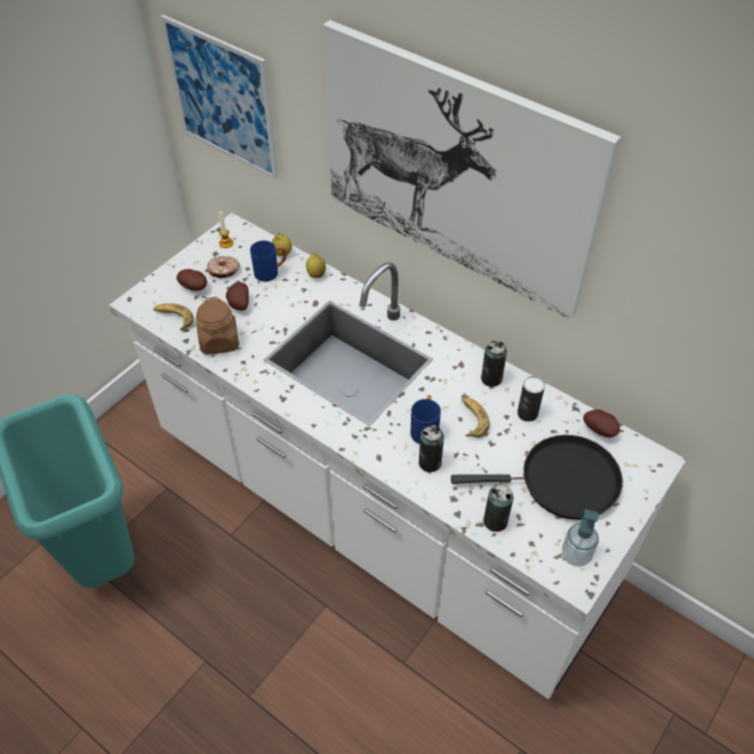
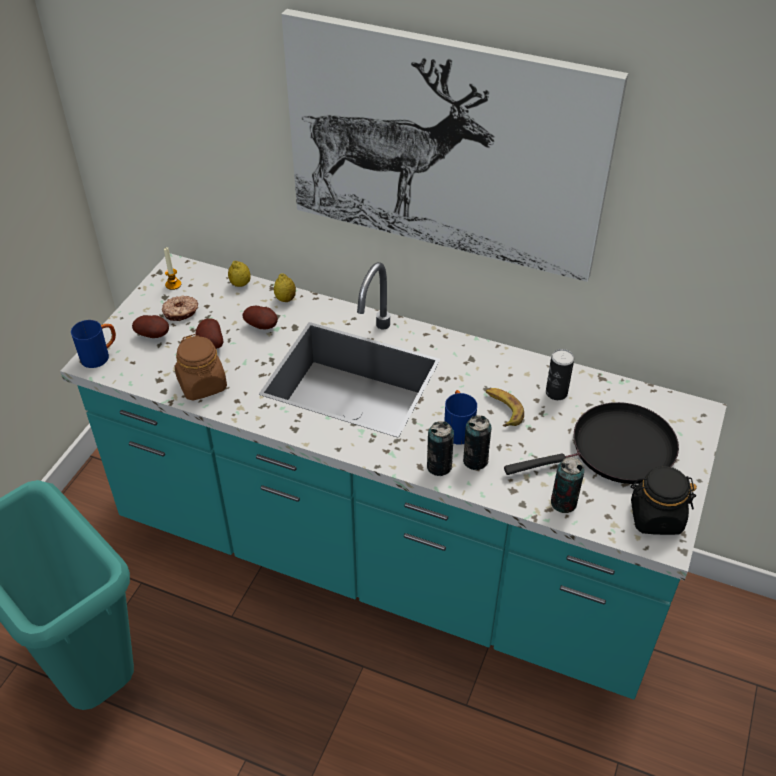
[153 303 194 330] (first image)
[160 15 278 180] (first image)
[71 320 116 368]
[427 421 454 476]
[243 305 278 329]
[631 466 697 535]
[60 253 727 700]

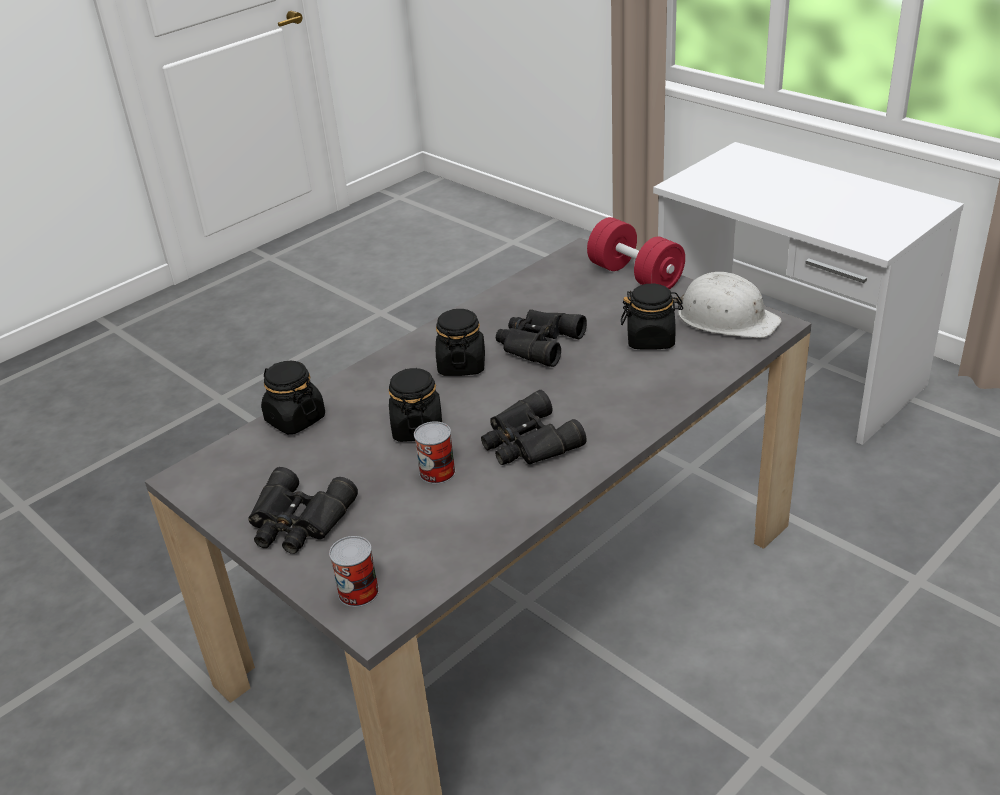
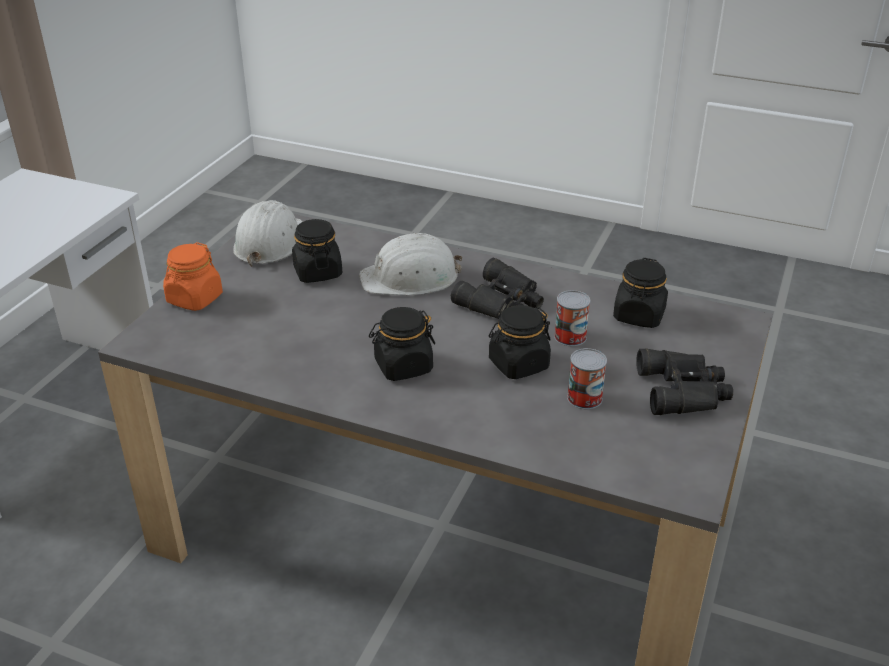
[496 309 587 367] (first image)
[359 233 462 296]
[613 258 668 328]
[567 348 607 409]
[163 242 223 311]

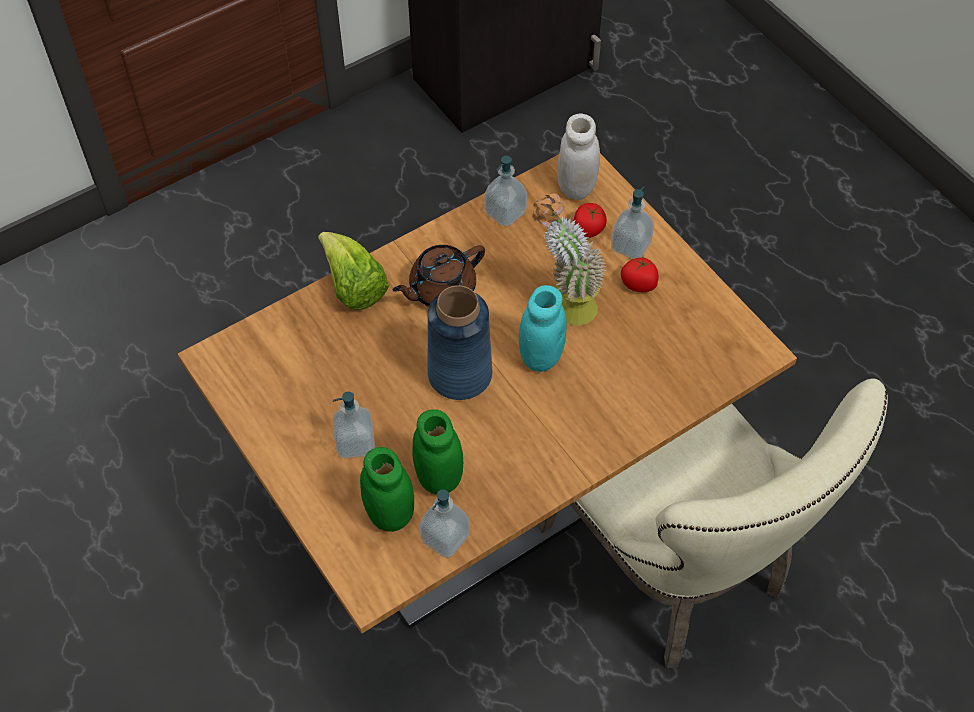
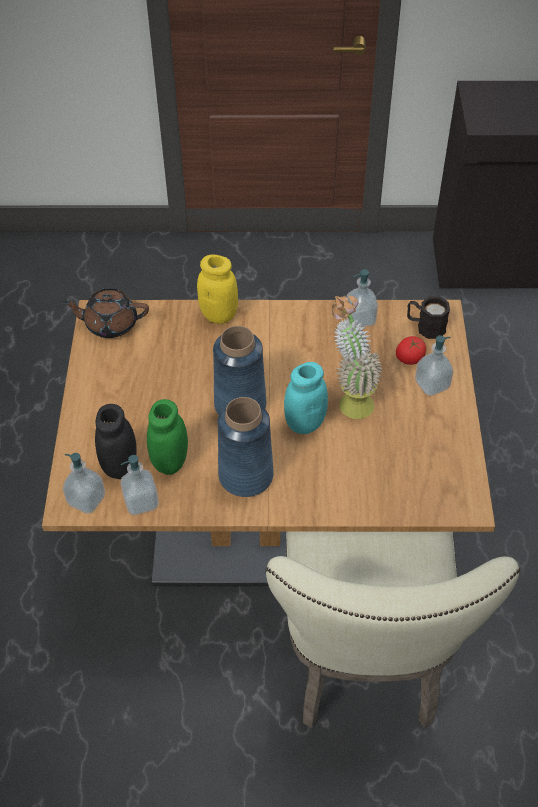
[621 257 659 292] (first image)
[217 397 274 497]
[63 453 105 514]
[62 288 149 338]
[197 255 238 324]
[407 297 450 339]
[95 404 136 479]

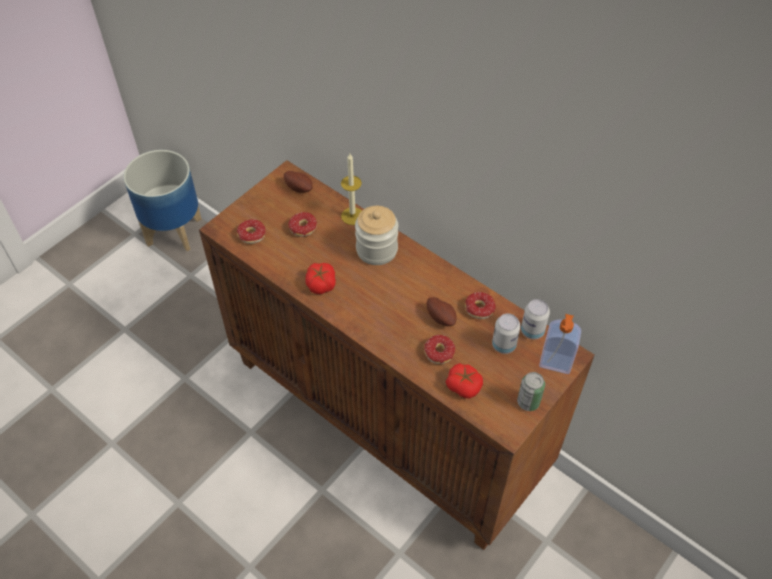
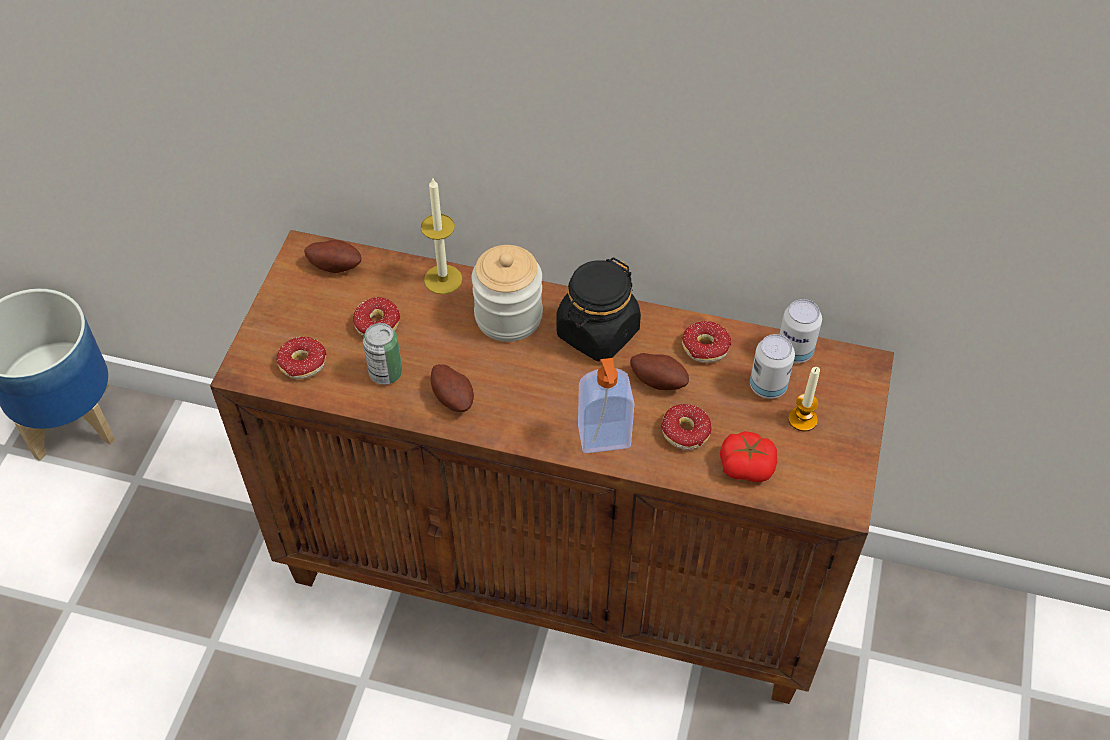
[556 258 641 362]
[788 367 820 432]
[363 323 402 385]
[578 358 634 453]
[431 364 474 412]

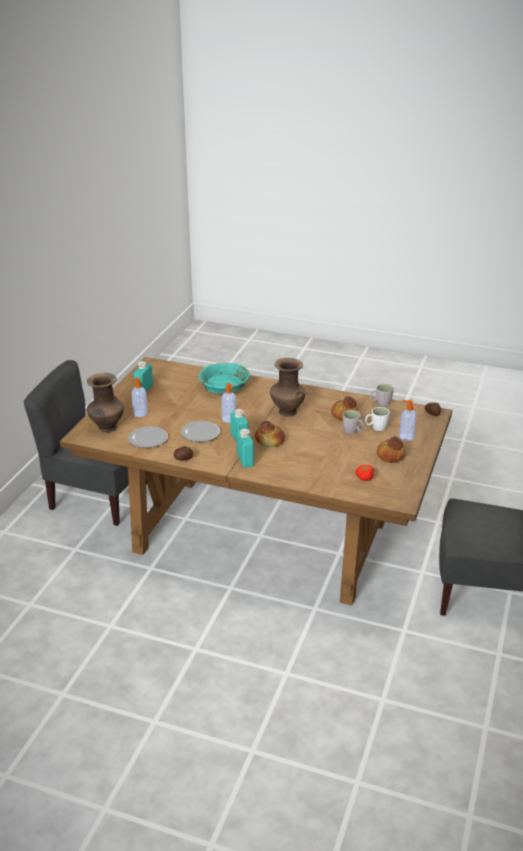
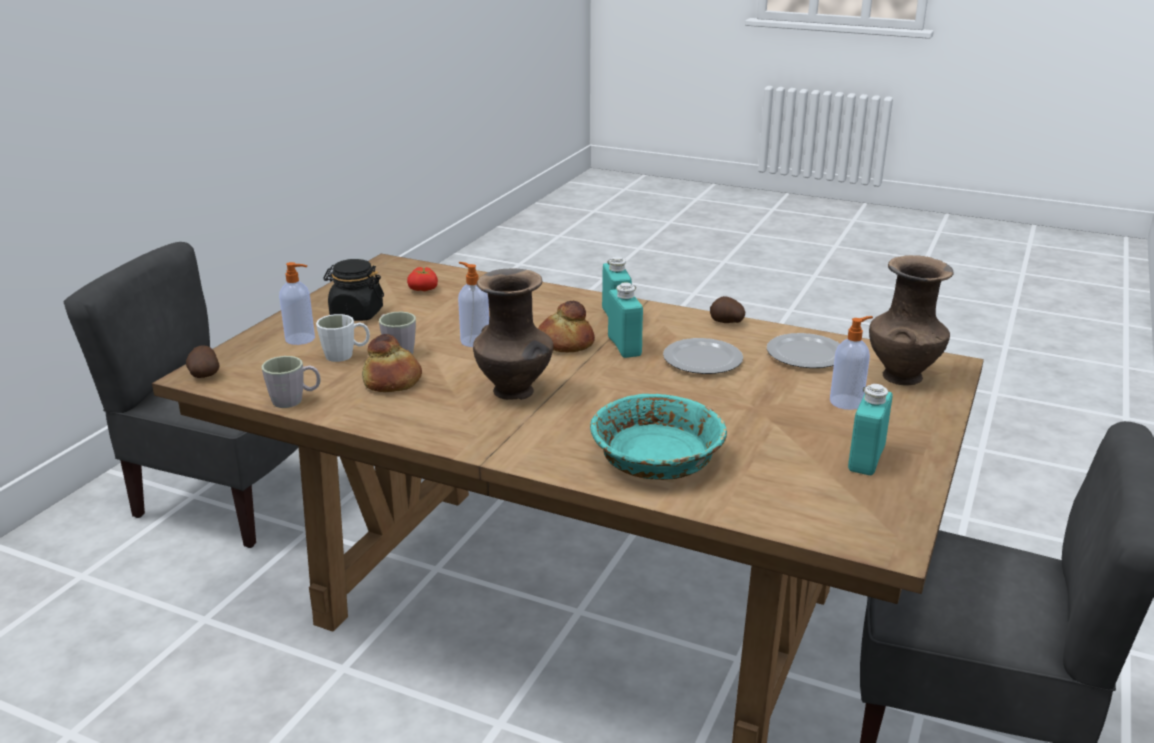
[458 262 489 347]
[323 259 384 321]

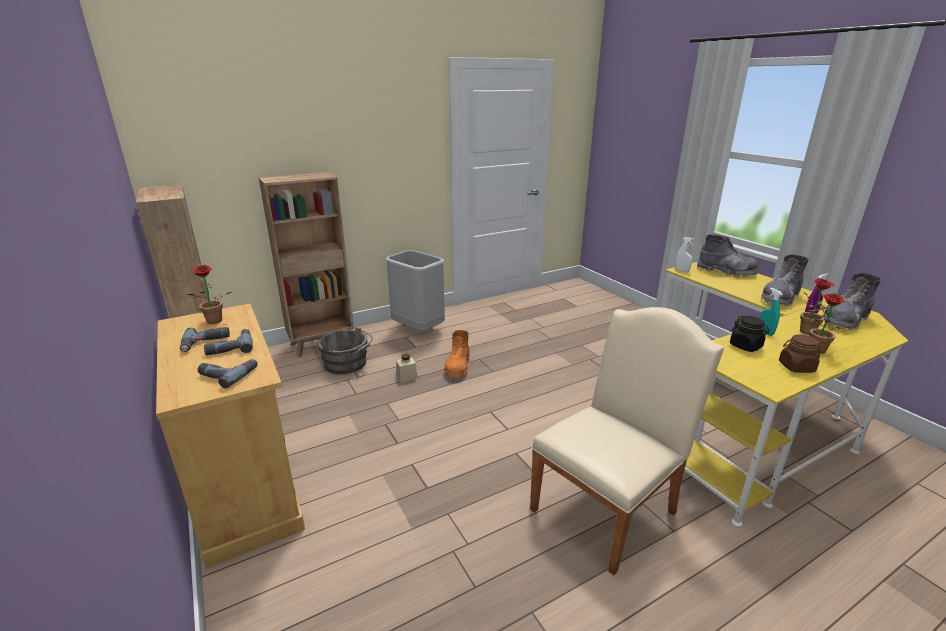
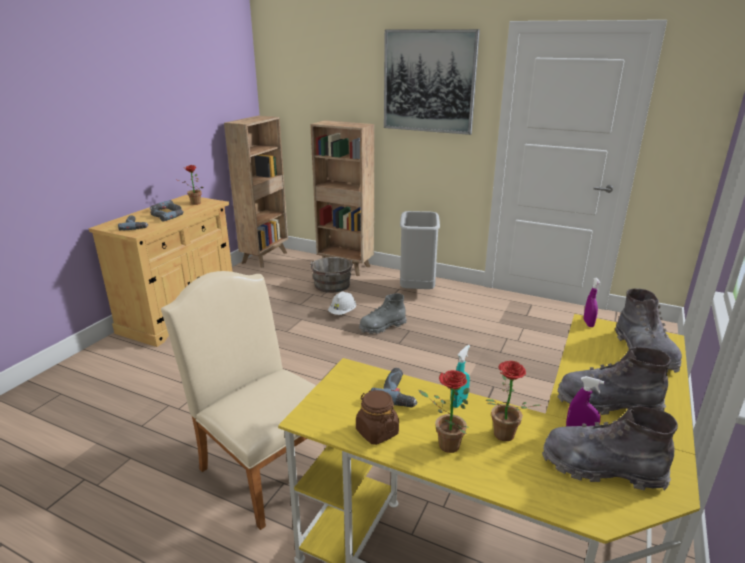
[384 29 480 135]
[328 291 356 315]
[371 368 418 408]
[359 293 407 334]
[583 278 601 327]
[161 271 316 530]

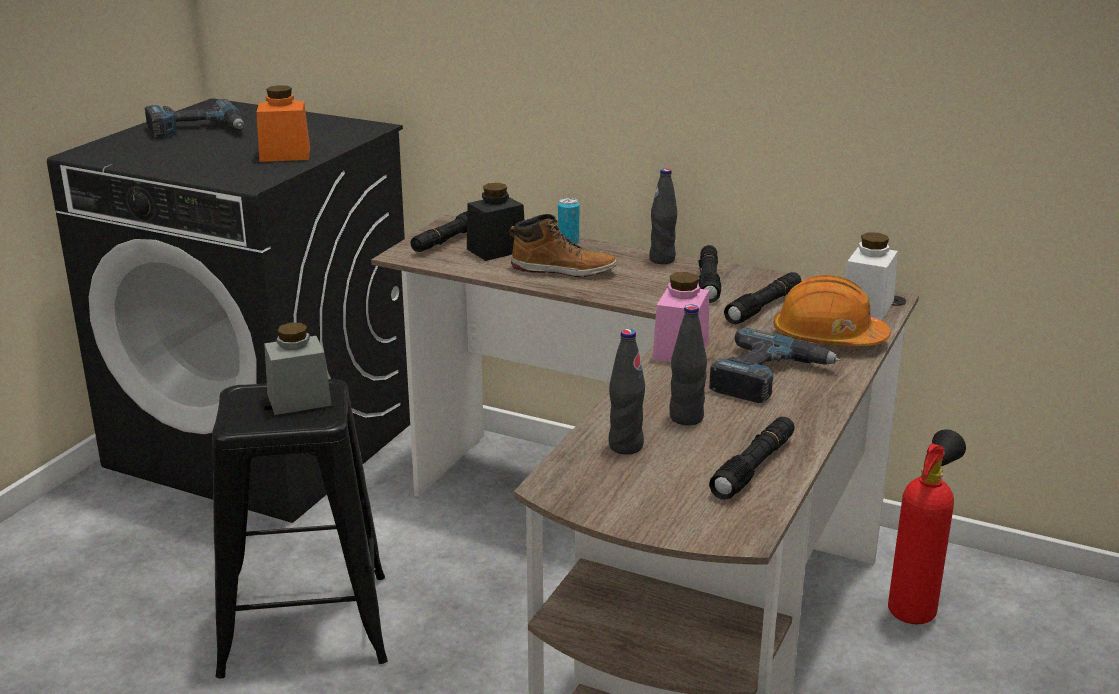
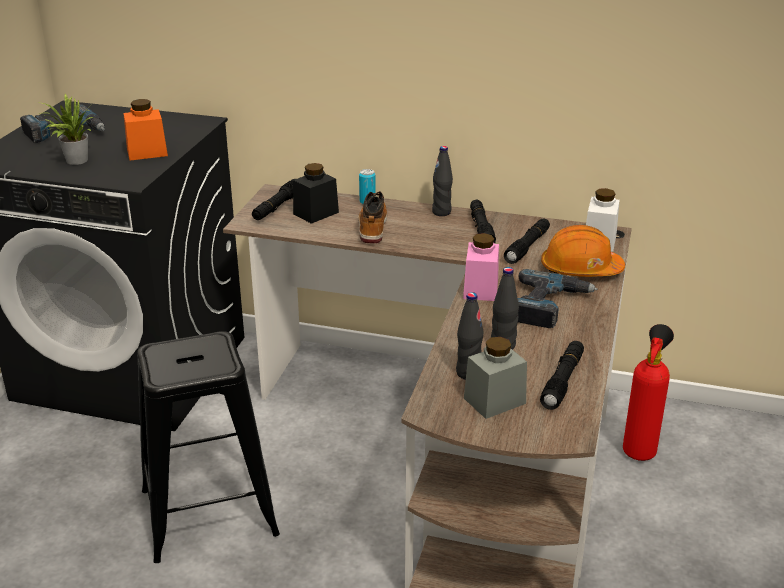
[39 94 94 165]
[464 337 527 419]
[358 191 387 244]

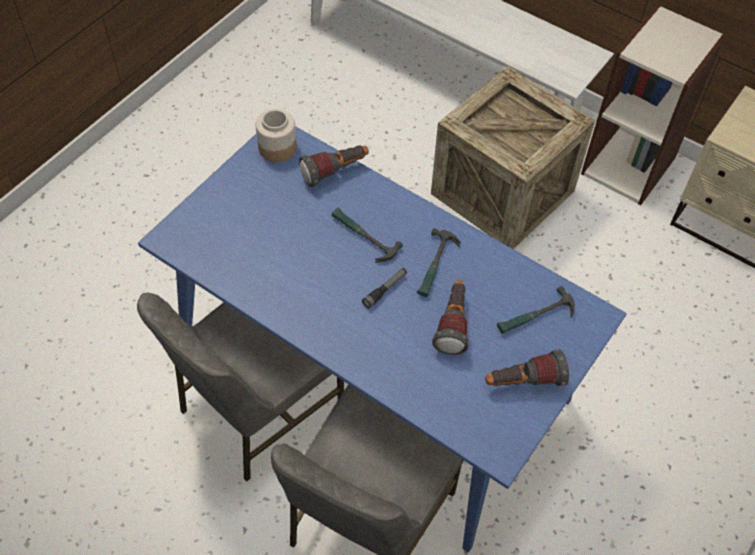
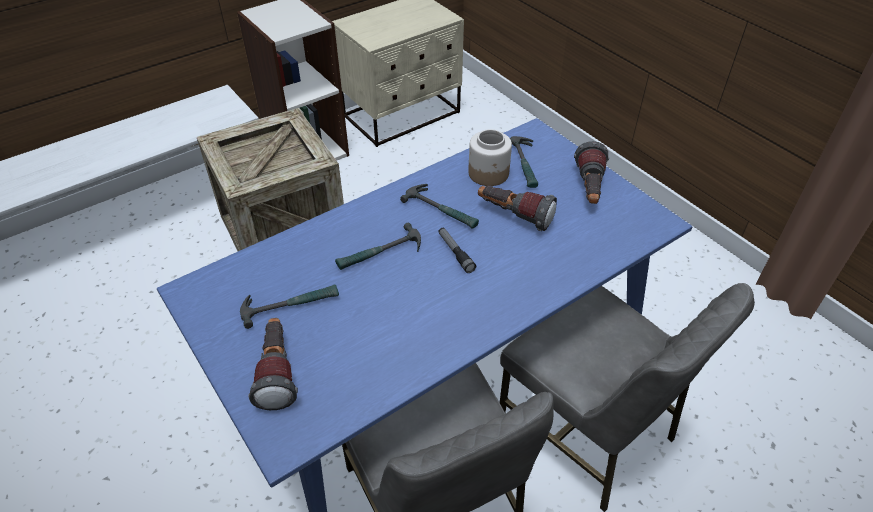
[240 284 339 329]
[468 129 512 186]
[248 318 298 410]

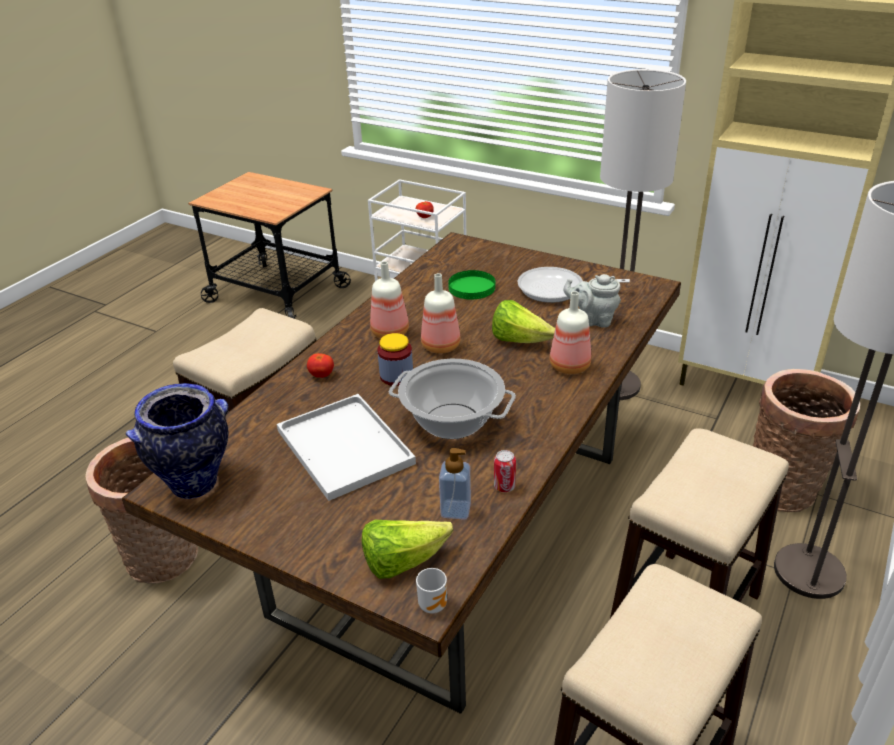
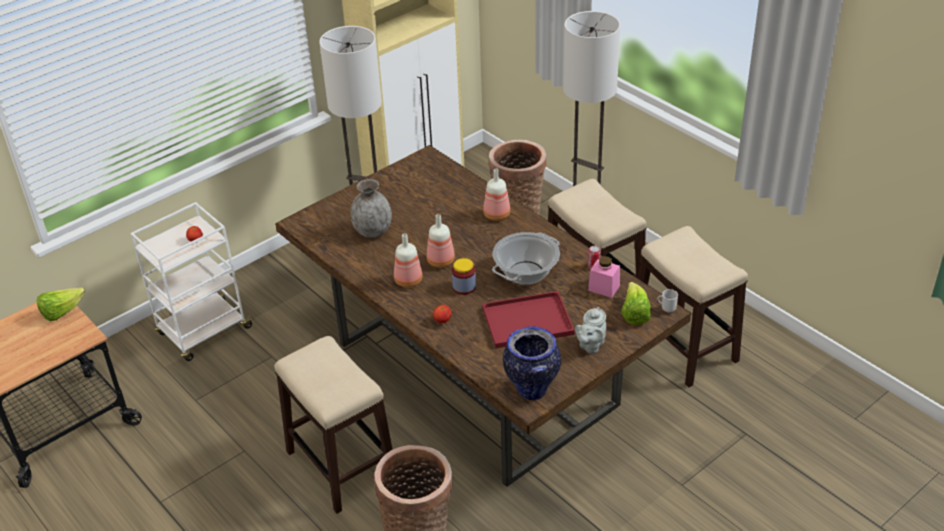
[518 267 630 303] (first image)
[37 287 85 321]
[575 307 607 354]
[588 256 620 298]
[350 179 392 238]
[482 291 575 348]

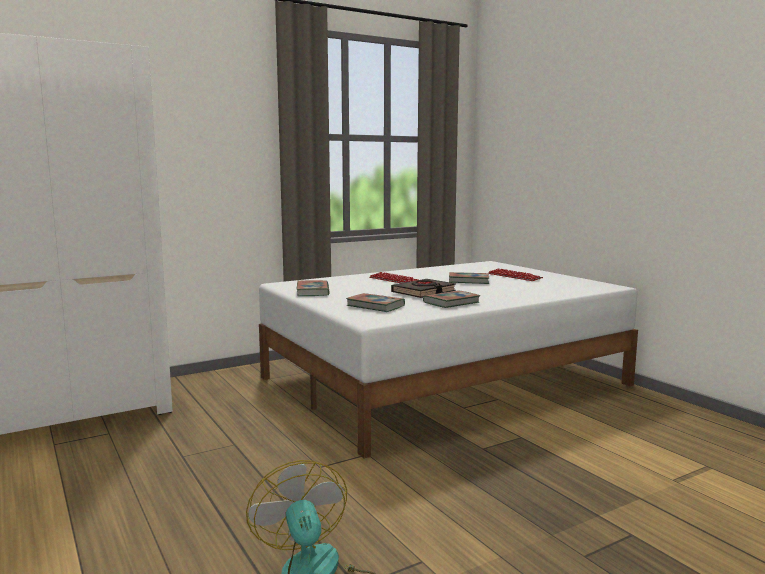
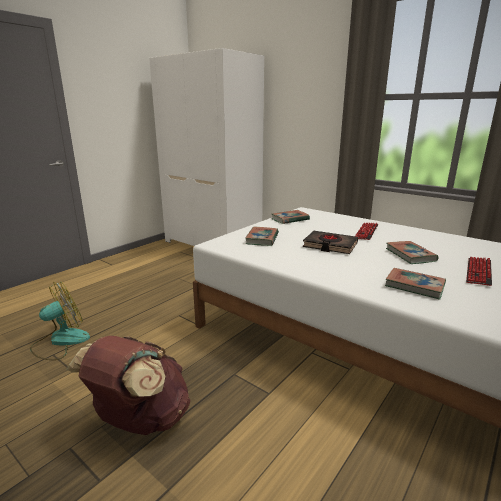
[66 336 190 435]
[385 268 446 300]

